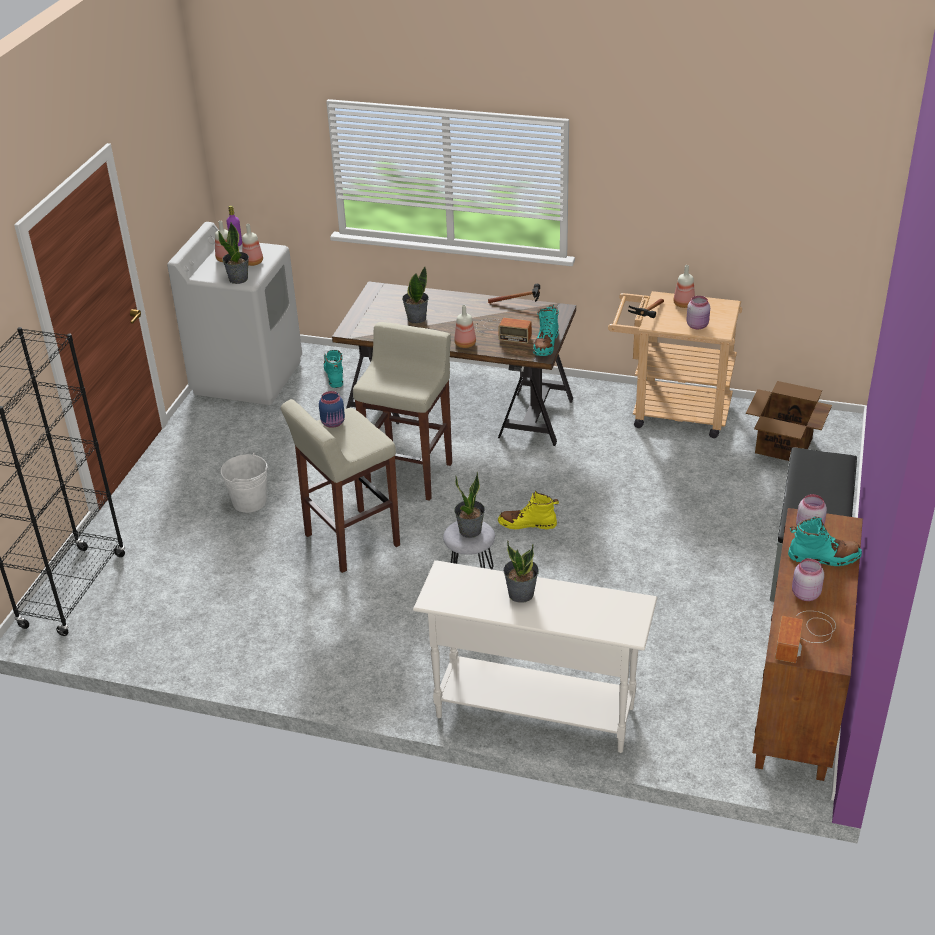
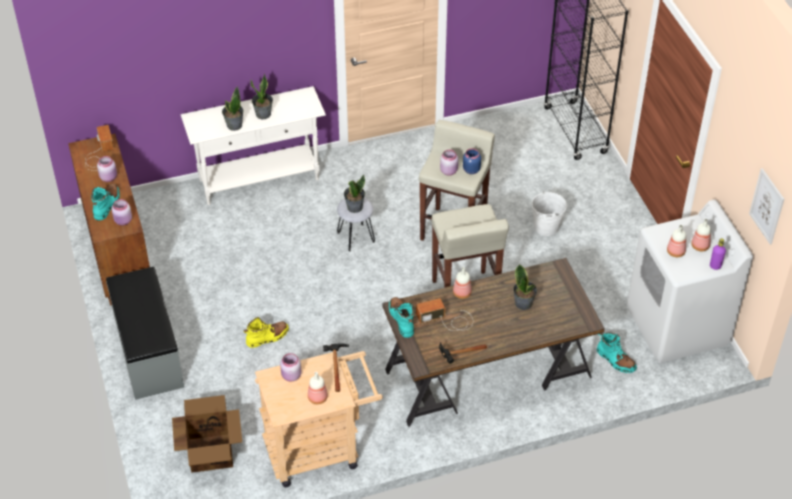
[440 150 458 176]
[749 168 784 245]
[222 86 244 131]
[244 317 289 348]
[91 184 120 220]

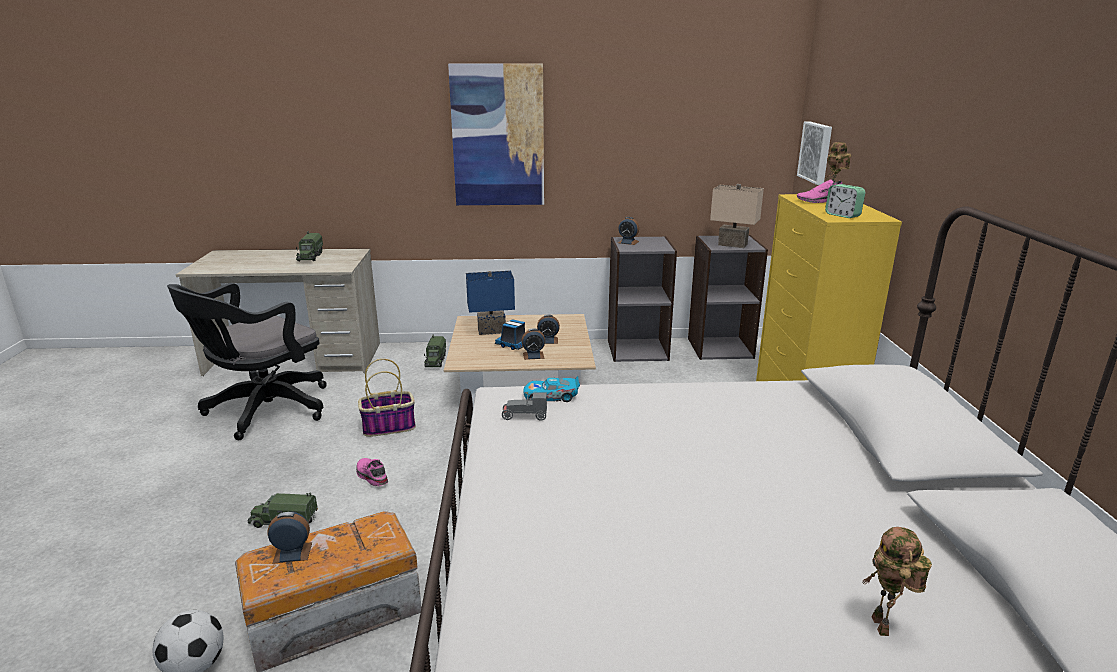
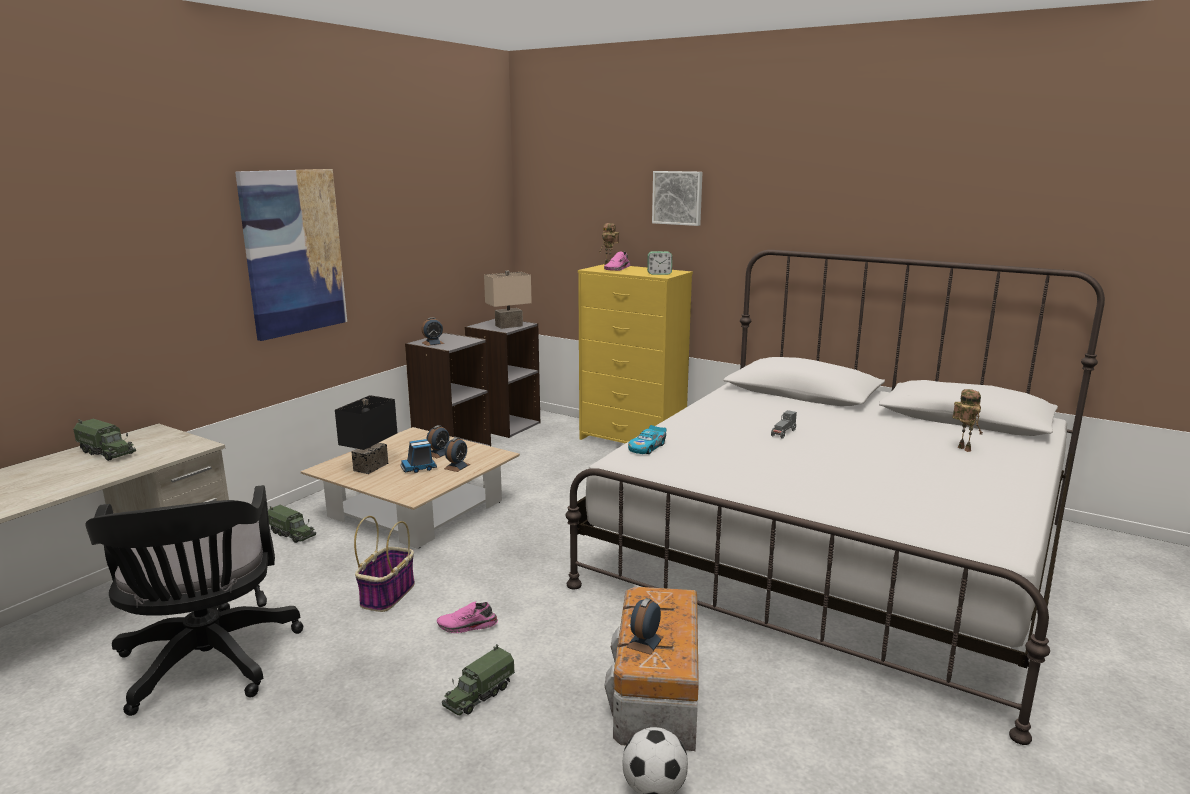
[771 410 797 439]
[652 171 703 226]
[335 395 397 474]
[952 389 983 452]

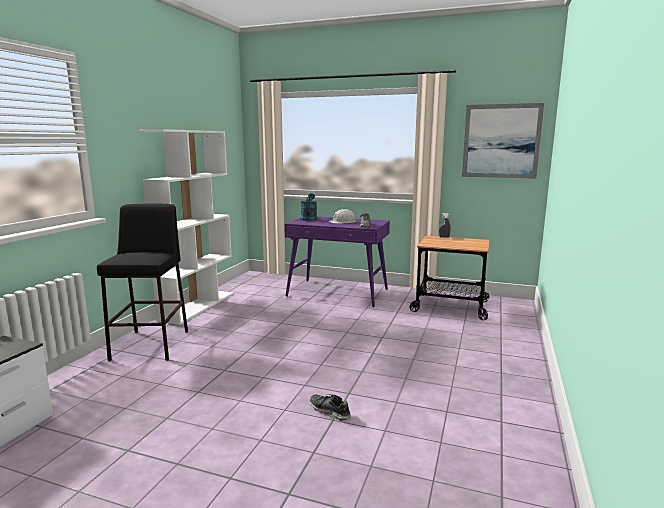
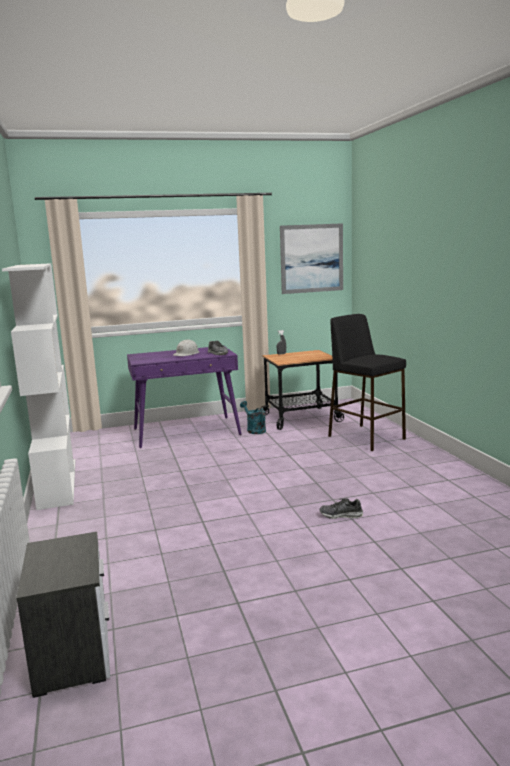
[328 314 406 451]
[240 401 266 434]

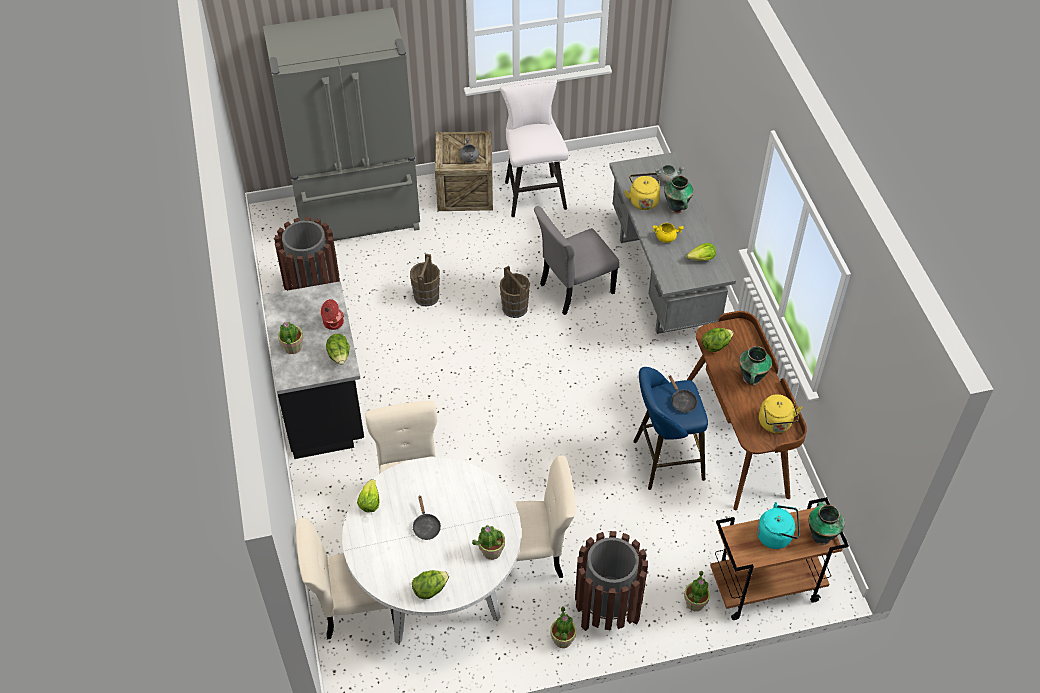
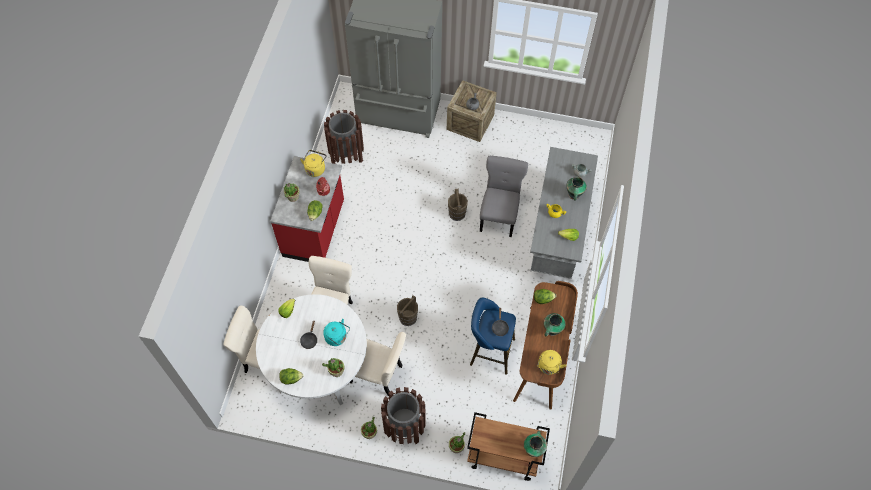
[500 79 569 217] (first image)
[397 295 418 326]
[300 150 327 177]
[323 319 350 346]
[270 156 344 262]
[480 156 528 237]

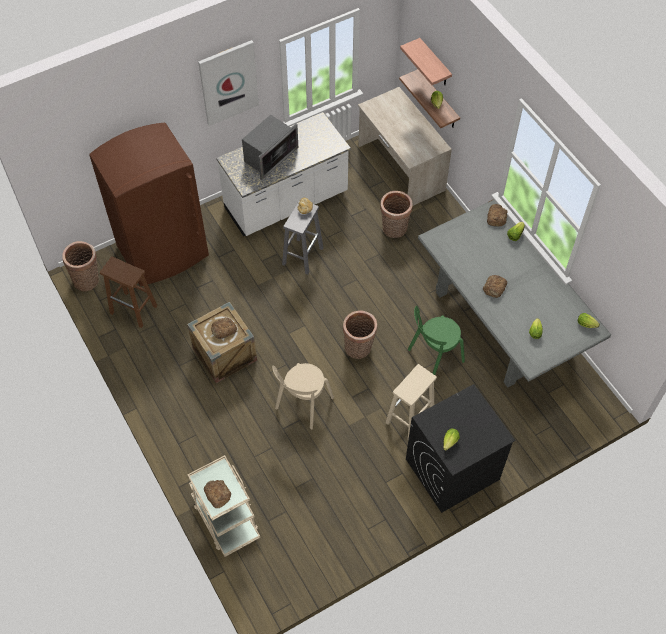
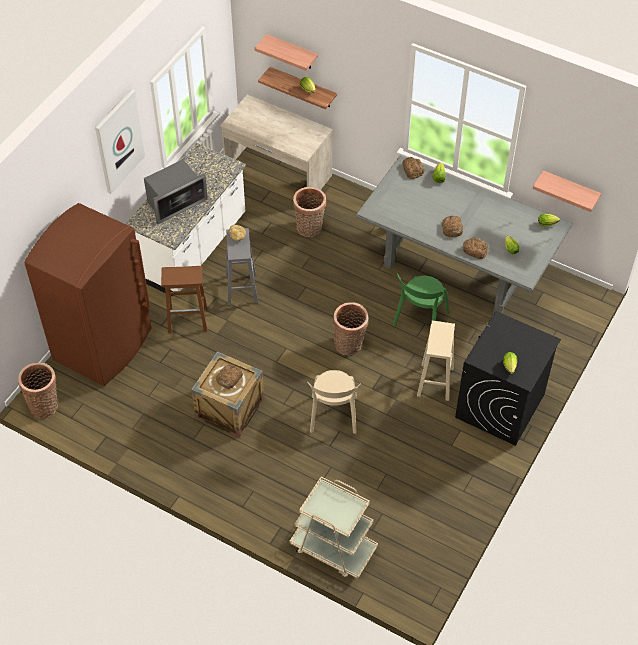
[533 170 601 212]
[161 266 207 333]
[463 238 488 259]
[144 159 208 225]

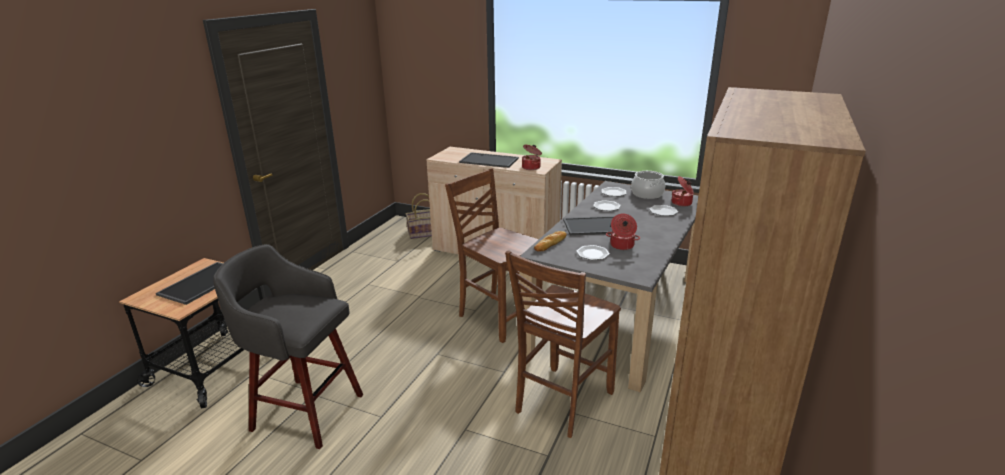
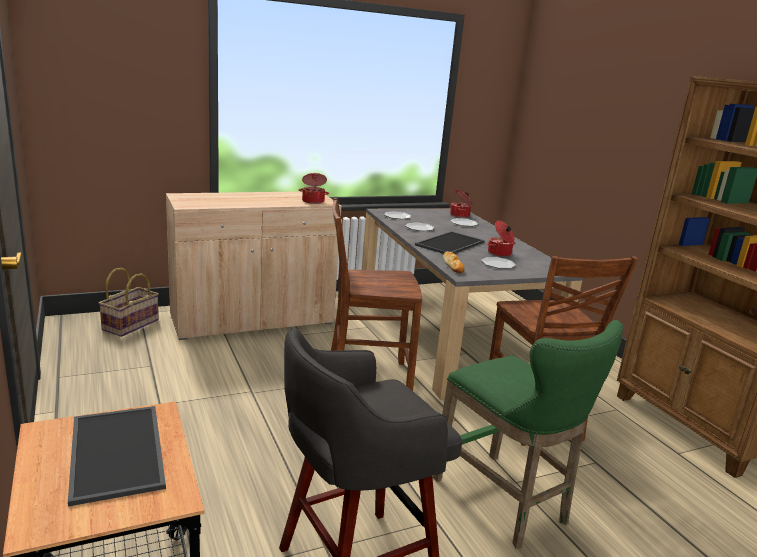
[459 152 519 168] (first image)
[631 171 665 199] (first image)
[432 320 623 548]

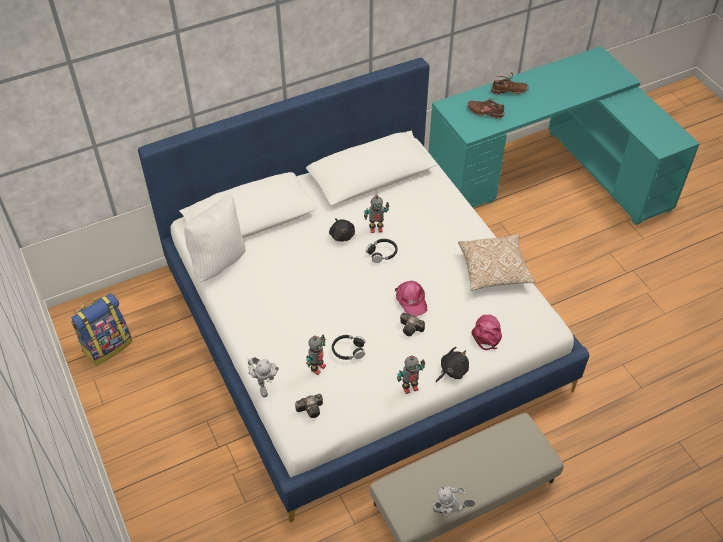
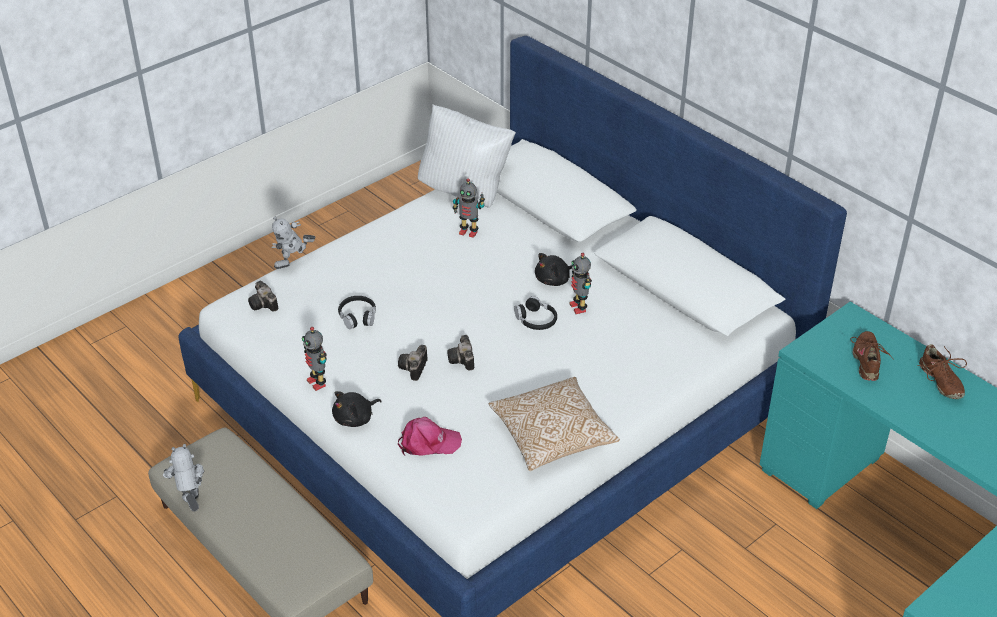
[71 293 132 366] (first image)
[453 178 485 238]
[447 335 474 371]
[332 391 382 427]

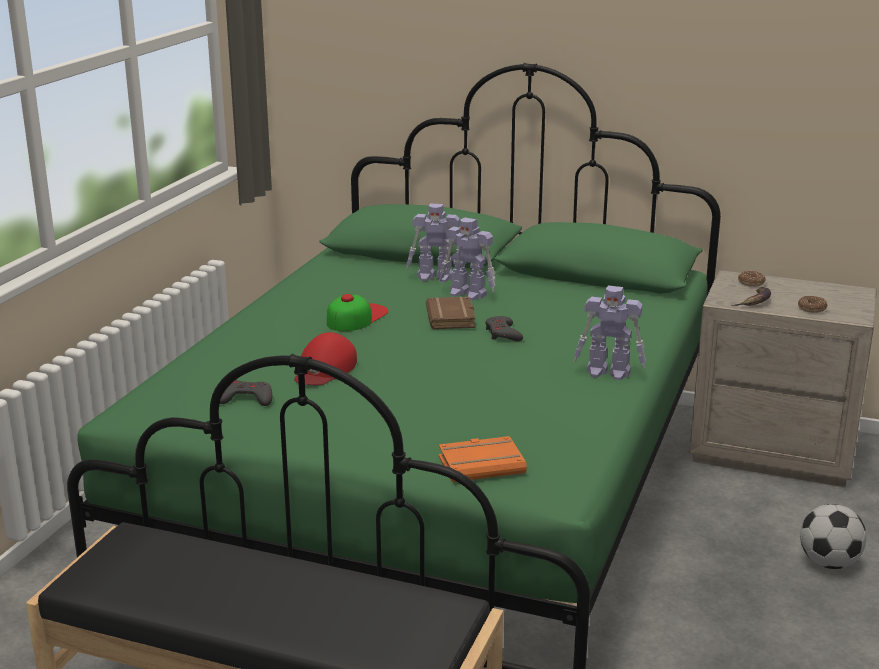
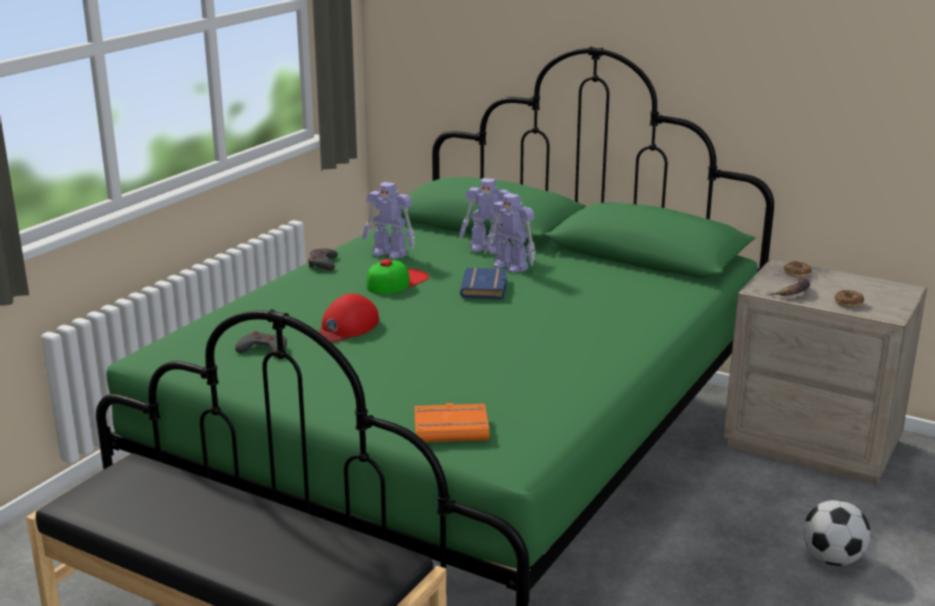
[308 248 338 271]
[362 182 415 259]
[460 268 507 299]

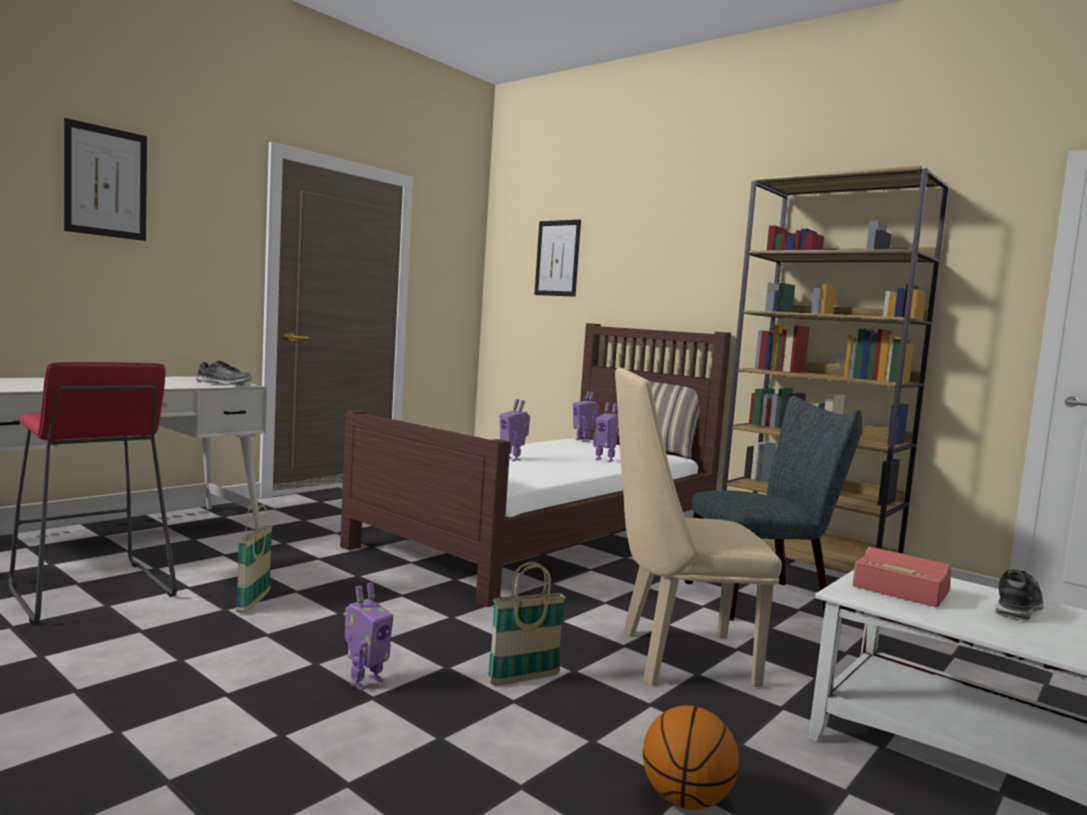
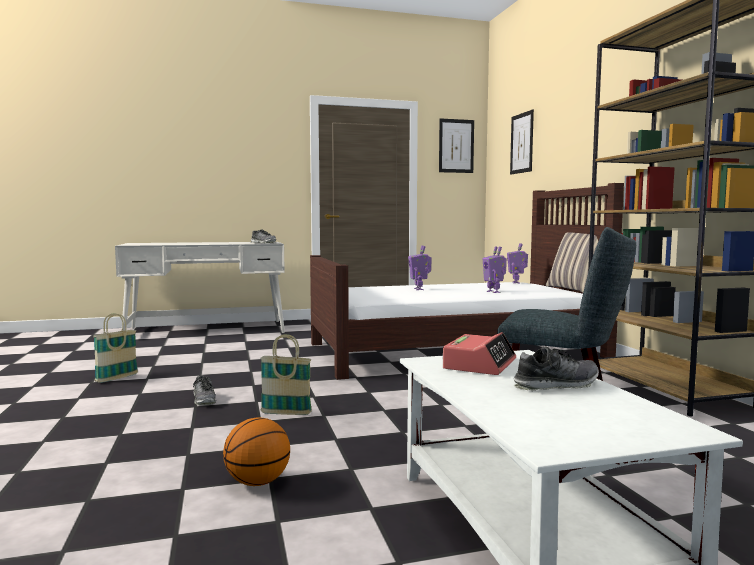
[8 362 177 624] (first image)
[615 367 782 687] (first image)
[439 118 474 173]
[93 313 138 383]
[193 375 216 405]
[443 332 516 375]

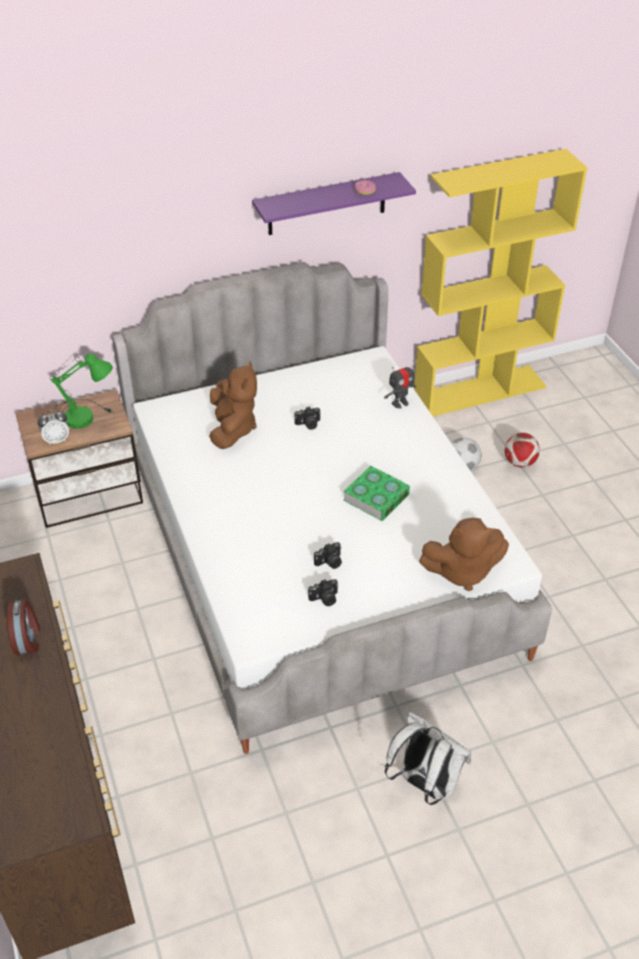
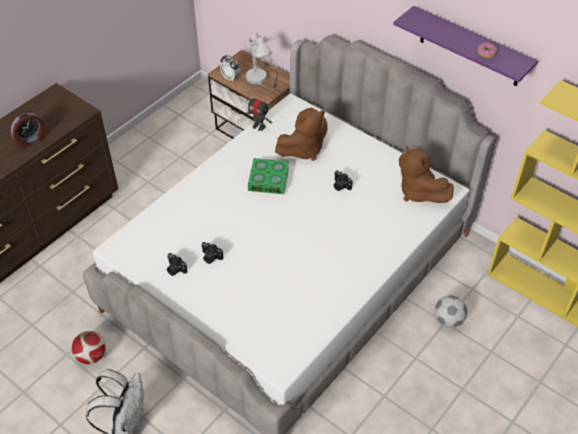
[248 158 289 194]
[246 92 272 131]
[399 147 454 203]
[72 331 106 364]
[246 34 278 88]

